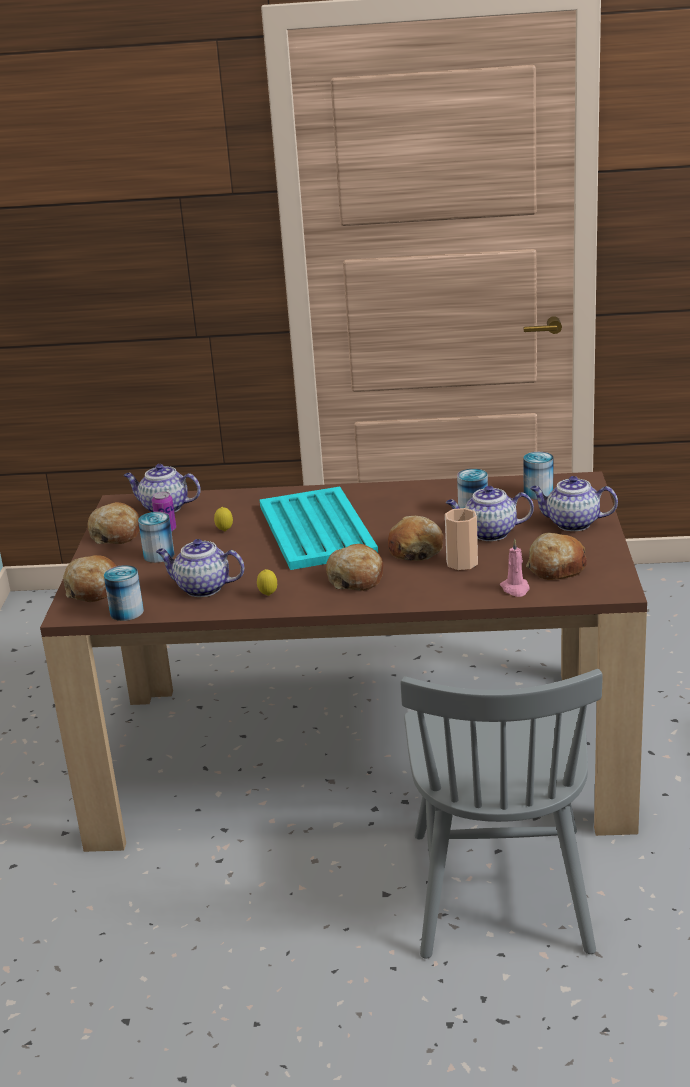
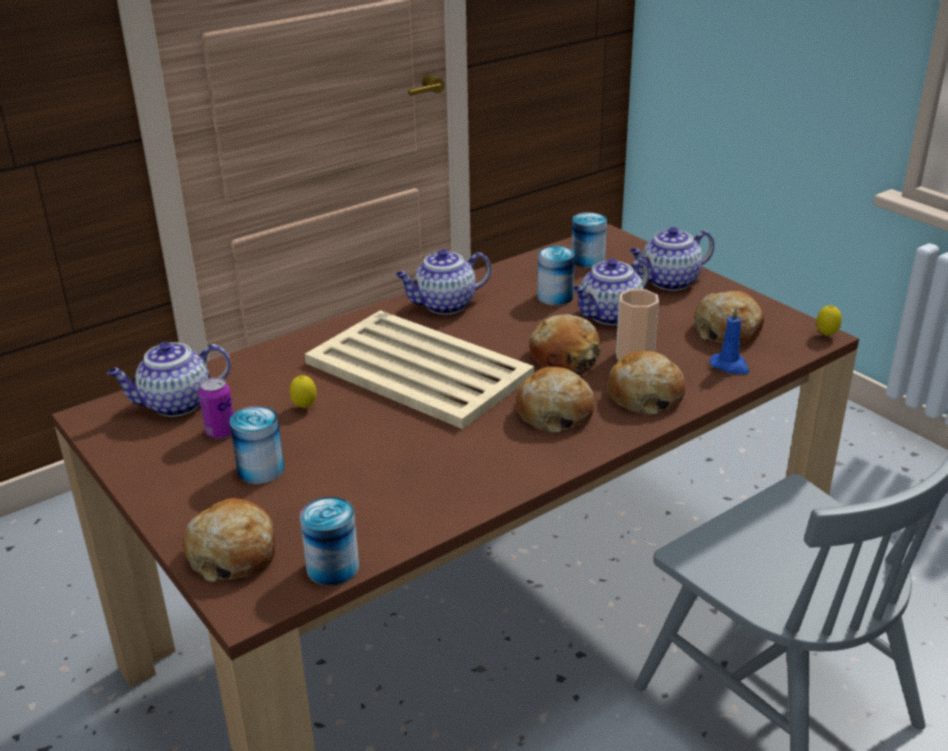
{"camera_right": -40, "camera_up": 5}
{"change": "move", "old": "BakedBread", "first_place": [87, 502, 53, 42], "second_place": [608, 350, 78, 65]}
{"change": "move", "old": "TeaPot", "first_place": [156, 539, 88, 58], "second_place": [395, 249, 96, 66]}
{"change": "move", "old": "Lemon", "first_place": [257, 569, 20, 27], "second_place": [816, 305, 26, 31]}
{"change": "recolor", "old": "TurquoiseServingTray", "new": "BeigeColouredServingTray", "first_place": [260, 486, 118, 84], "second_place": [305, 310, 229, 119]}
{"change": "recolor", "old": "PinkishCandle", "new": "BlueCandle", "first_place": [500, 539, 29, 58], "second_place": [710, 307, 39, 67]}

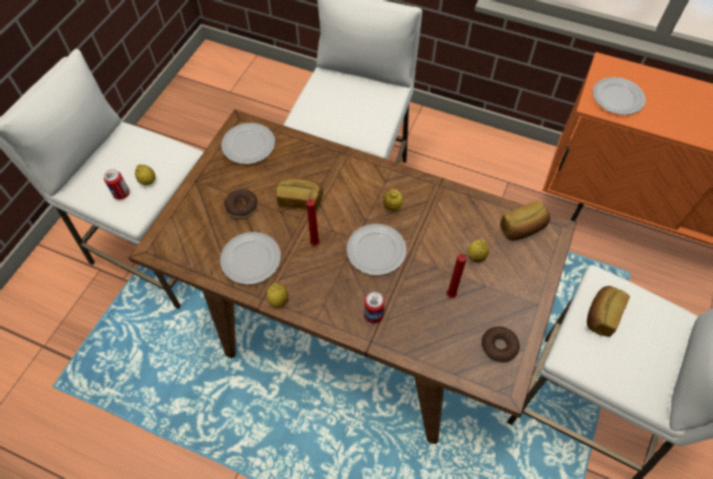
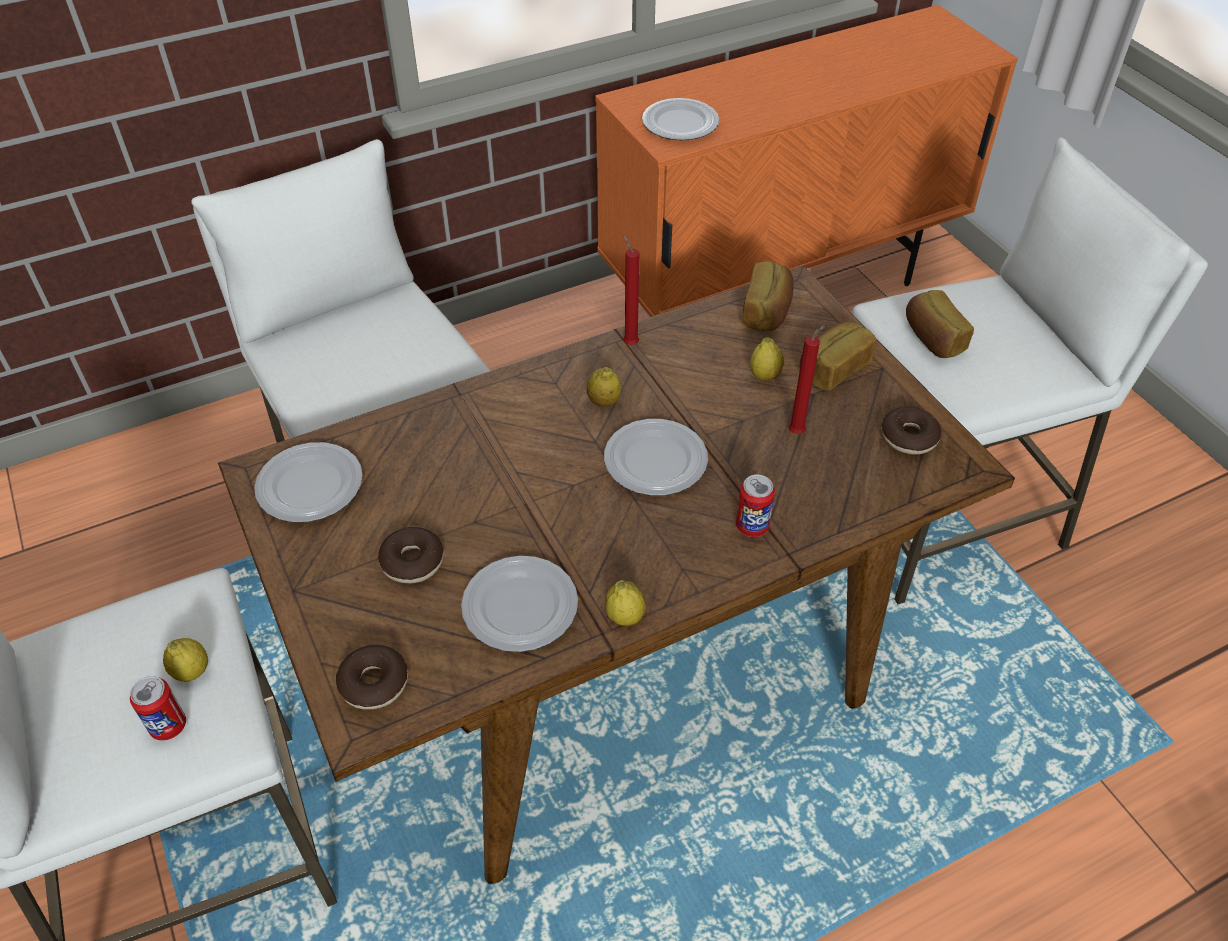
{"camera_right": -50, "camera_up": -10}
{"change": "move", "old": "BakedBread", "first_place": [276, 178, 47, 33], "second_place": [800, 321, 76, 70]}
{"change": "move", "old": "RedCandle", "first_place": [306, 190, 14, 56], "second_place": [623, 235, 16, 110]}
{"change": "insert", "new": "Donut", "second_place": [336, 645, 72, 65]}

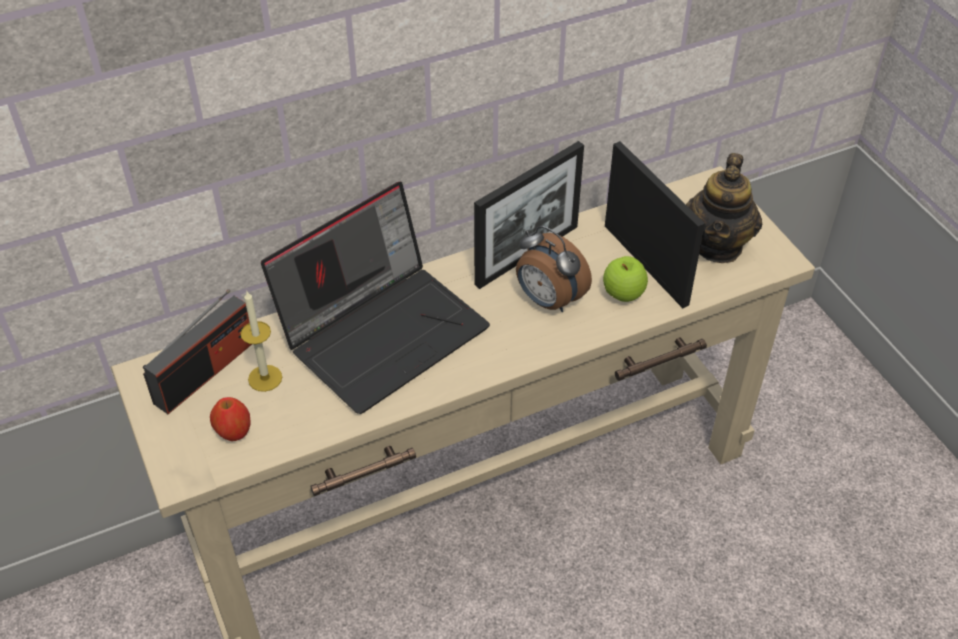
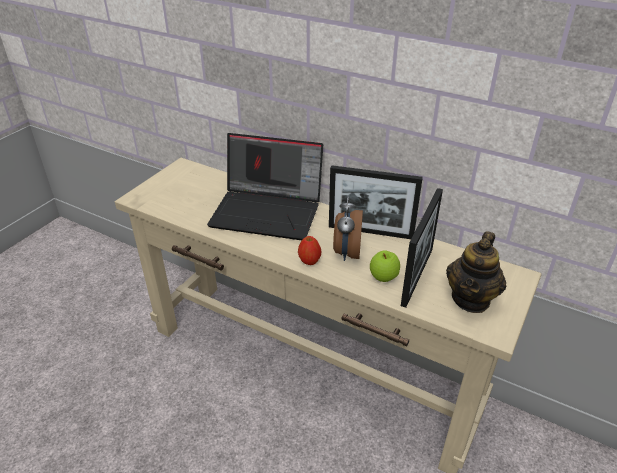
{"camera_right": 55, "camera_up": -10}
{"change": "delete", "old": "RadioReceiver", "first_place": [143, 289, 109, 125]}
{"change": "move", "old": "WholeApple", "first_place": [210, 397, 41, 44], "second_place": [298, 236, 23, 29]}
{"change": "delete", "old": "Candle", "first_place": [240, 291, 42, 101]}
{"change": "rotate", "old": "TeaPot", "first_place": [686, 153, 77, 110], "second_place": [446, 231, 61, 82], "degrees": -45}

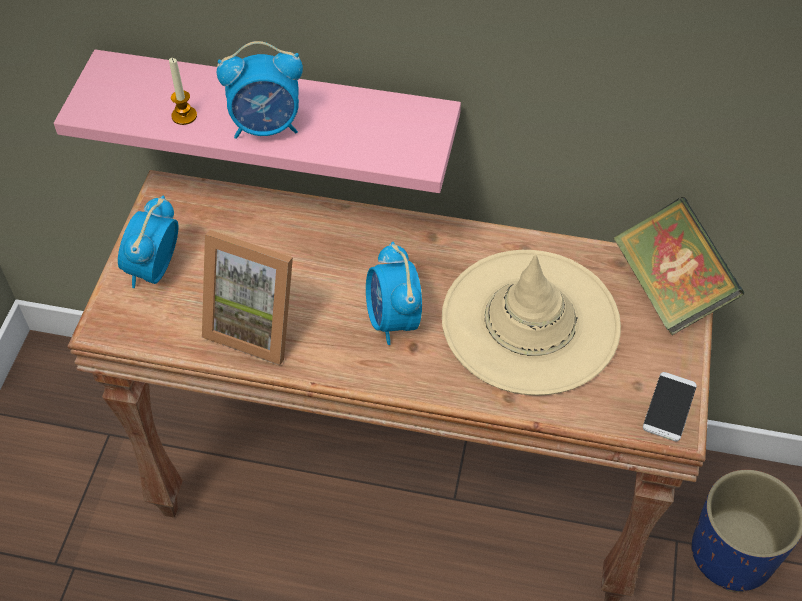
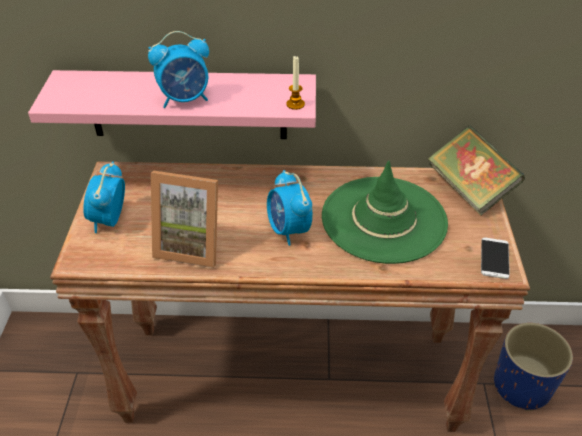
{"camera_right": -10, "camera_up": -10}
{"change": "move", "old": "Candle", "first_place": [169, 58, 28, 67], "second_place": [286, 56, 19, 54]}
{"change": "recolor", "old": "BeigeColouredClothingHat", "new": "GreenishClothingHat", "first_place": [442, 250, 179, 146], "second_place": [322, 161, 126, 103]}

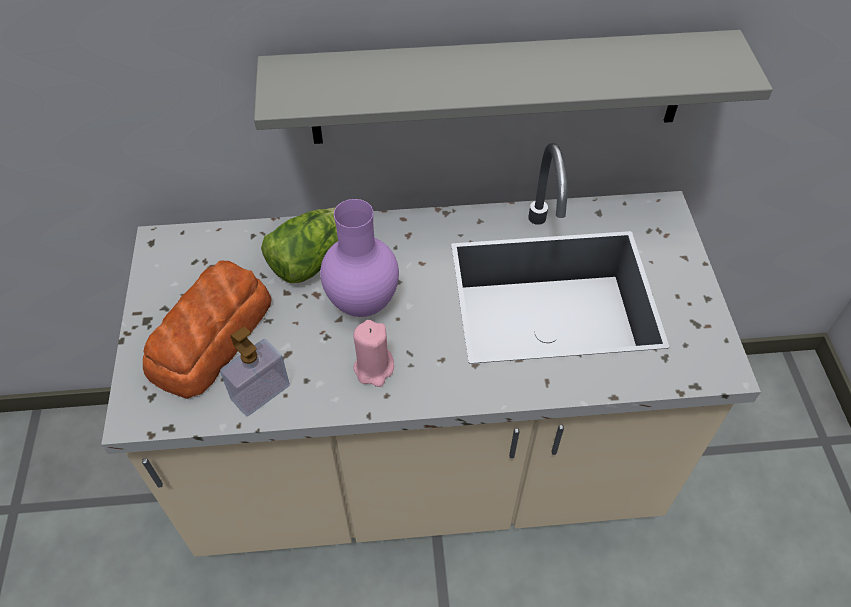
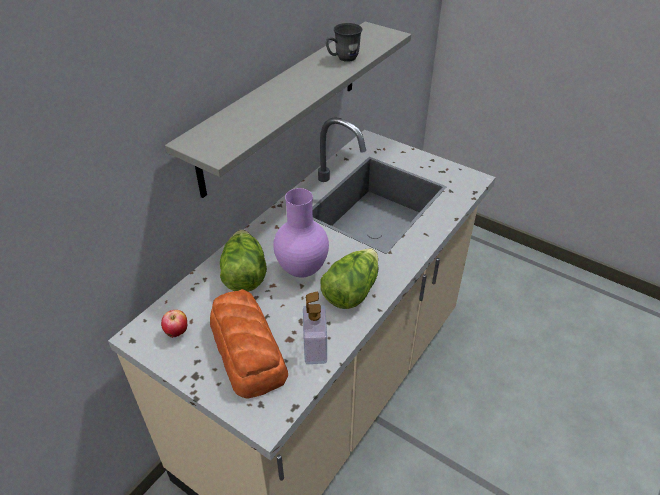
{"camera_right": -50, "camera_up": -10}
{"change": "replace", "old": "PinkishCandle", "new": "LettuceHead", "first_place": [353, 320, 41, 67], "second_place": [321, 248, 57, 61]}
{"change": "insert", "new": "WholeApple", "second_place": [161, 310, 26, 28]}
{"change": "insert", "new": "GrayCoffeeMug", "second_place": [326, 23, 36, 39]}

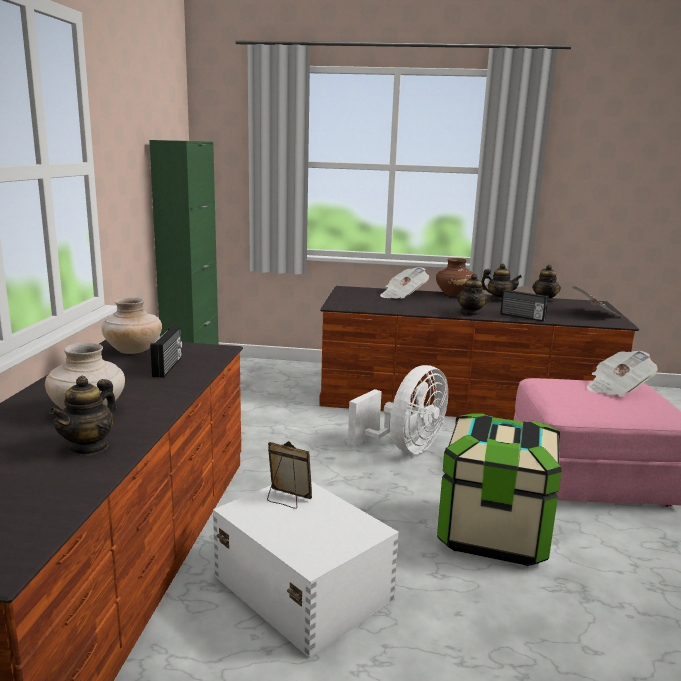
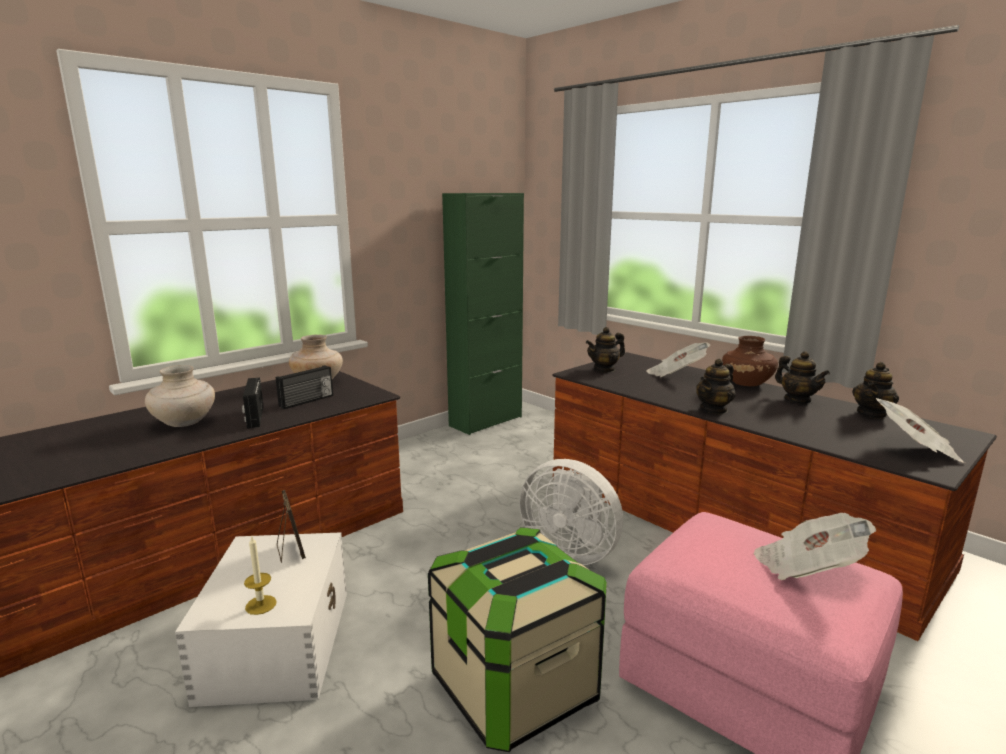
{"camera_right": 40, "camera_up": 0}
{"change": "move", "old": "TeaPot", "first_place": [49, 376, 68, 80], "second_place": [586, 327, 39, 46]}
{"change": "rotate", "old": "WhiteCoolingFan", "first_place": [348, 365, 100, 89], "second_place": [519, 459, 104, 106], "degrees": 45}
{"change": "move", "old": "RadioReceiver", "first_place": [500, 289, 48, 32], "second_place": [242, 378, 22, 51]}
{"change": "insert", "new": "Candle", "second_place": [244, 537, 33, 78]}

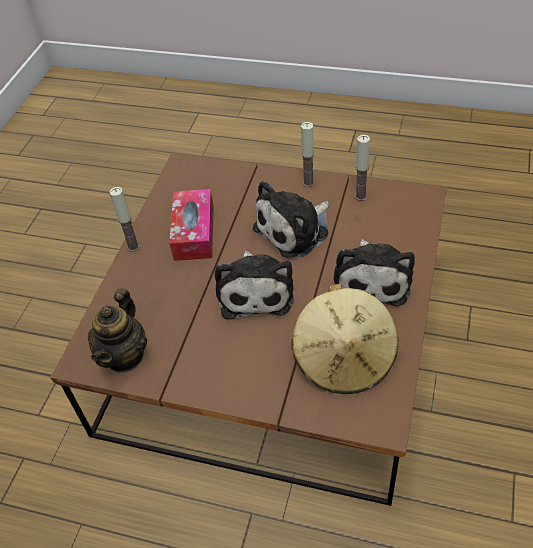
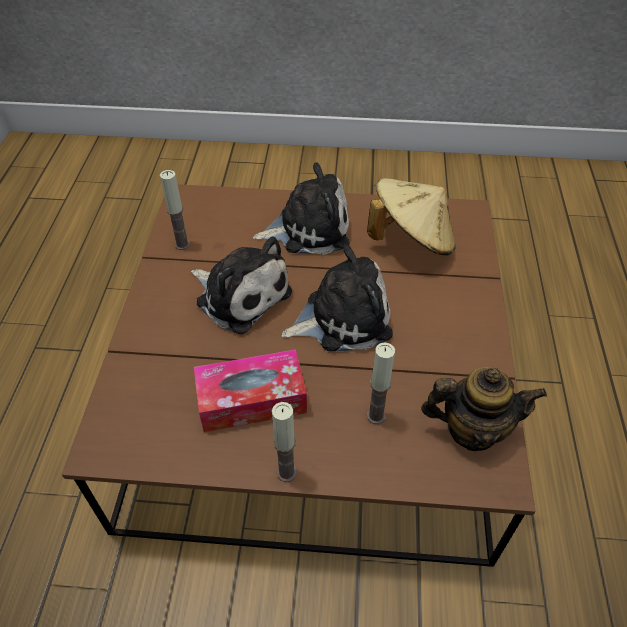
{"camera_right": -105, "camera_up": 0}
{"change": "move", "old": "Candle", "first_place": [301, 122, 14, 65], "second_place": [367, 343, 28, 81]}

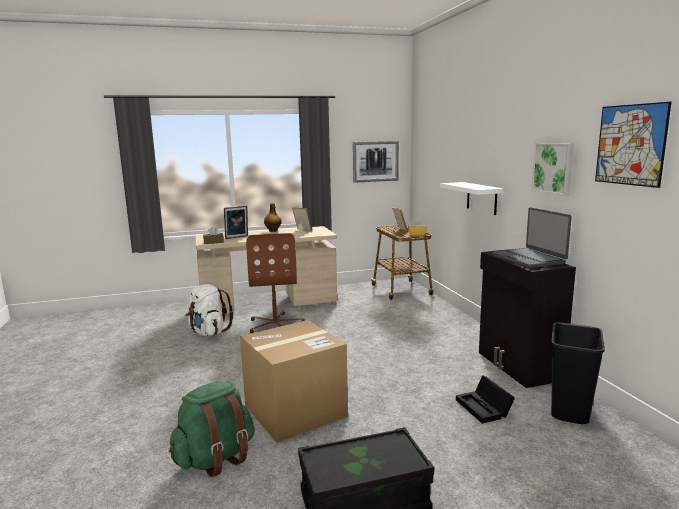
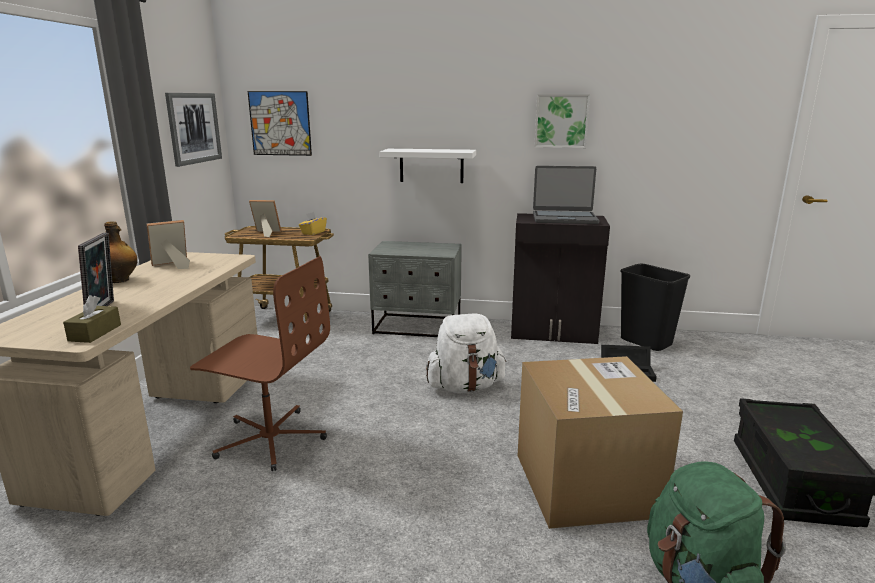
{"camera_right": -65, "camera_up": 5}
{"change": "move", "old": "WhiteRucksack", "first_place": [186, 284, 47, 52], "second_place": [426, 314, 81, 79]}
{"change": "move", "old": "WallArt", "first_place": [595, 102, 76, 86], "second_place": [248, 91, 64, 65]}
{"change": "insert", "new": "GrayBedsideTable", "second_place": [368, 241, 94, 96]}

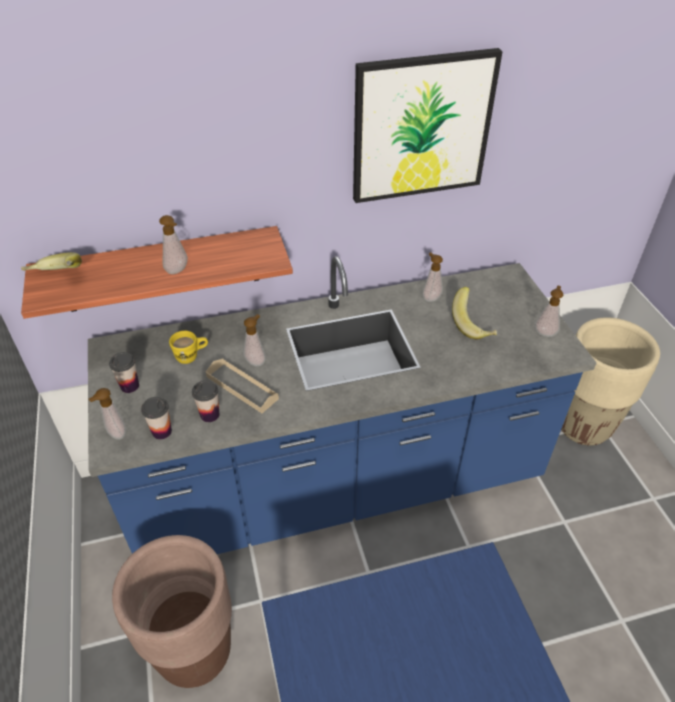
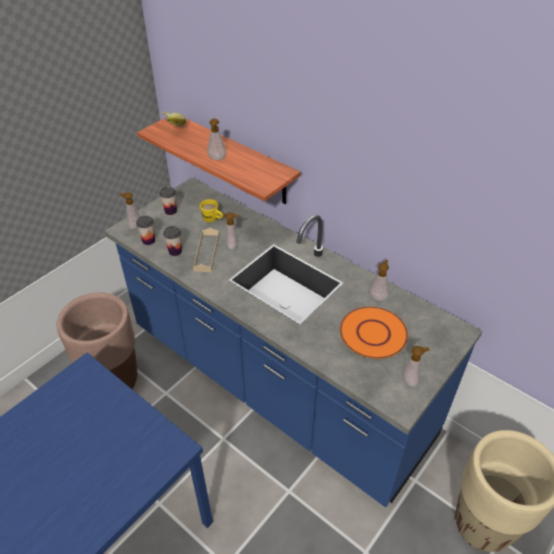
{"camera_right": 55, "camera_up": 0}
{"change": "delete", "old": "WallArt", "first_place": [353, 48, 150, 155]}
{"change": "replace", "old": "WholeBanana", "new": "OrangeColouredFlatDish", "first_place": [452, 287, 45, 53], "second_place": [340, 307, 68, 52]}

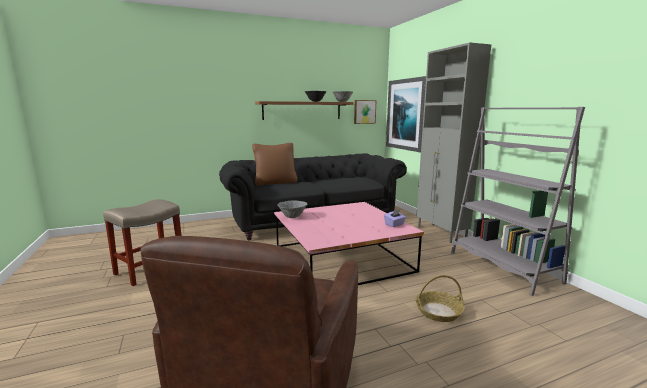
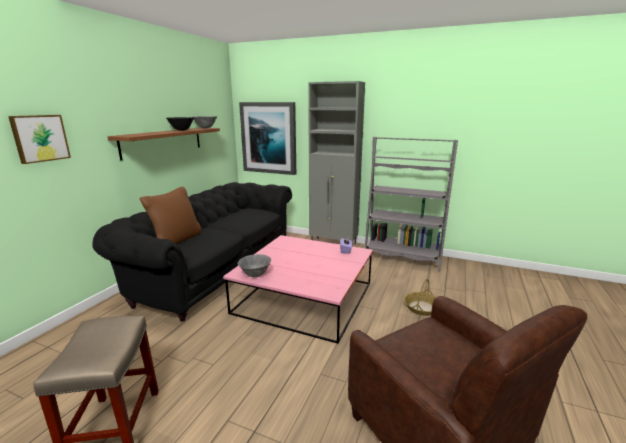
{"camera_right": -45, "camera_up": 5}
{"change": "move", "old": "WallArt", "first_place": [354, 100, 22, 24], "second_place": [8, 115, 63, 49]}

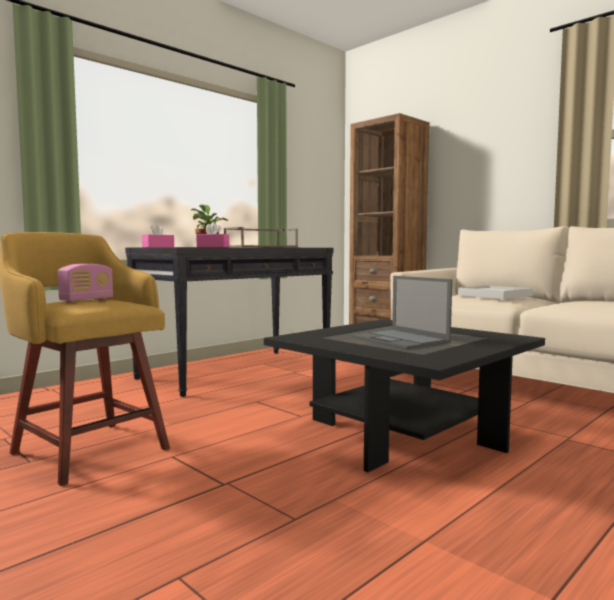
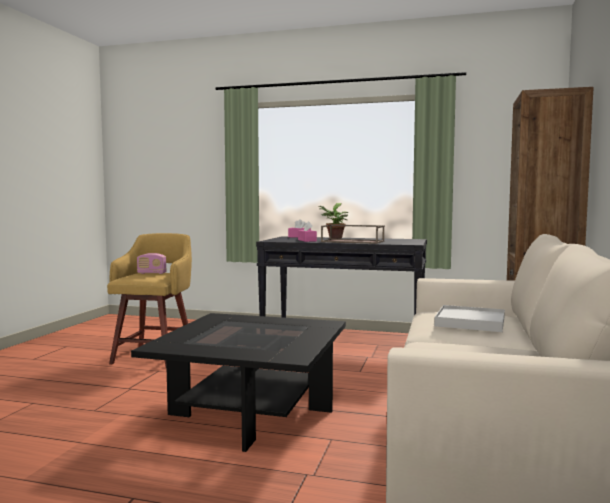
{"camera_right": 60, "camera_up": 0}
{"change": "delete", "old": "PortableComputer", "first_place": [352, 276, 100, 73]}

